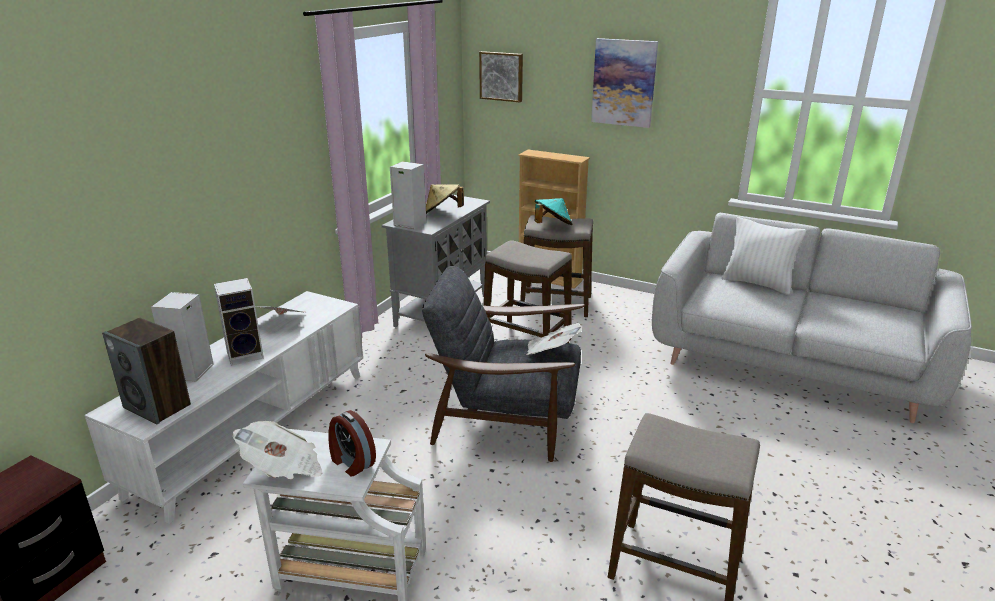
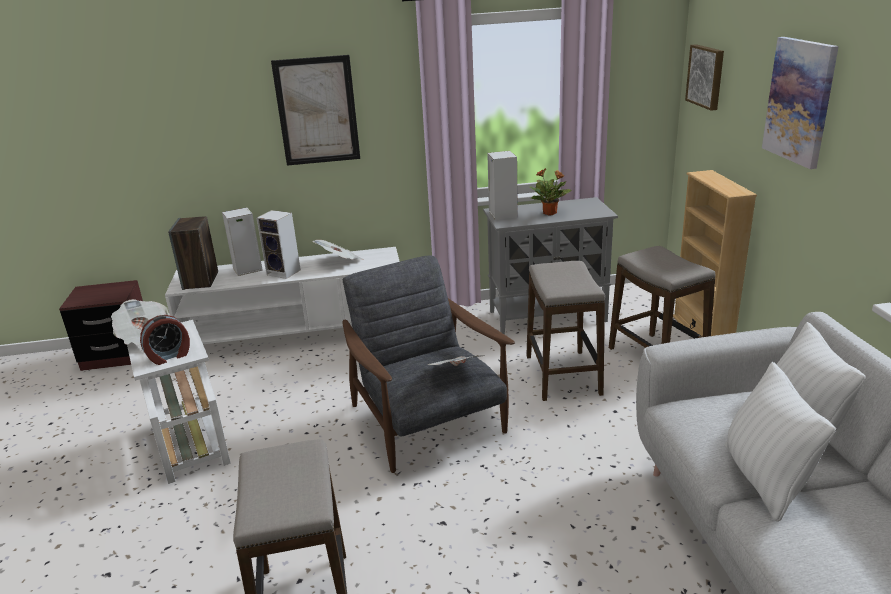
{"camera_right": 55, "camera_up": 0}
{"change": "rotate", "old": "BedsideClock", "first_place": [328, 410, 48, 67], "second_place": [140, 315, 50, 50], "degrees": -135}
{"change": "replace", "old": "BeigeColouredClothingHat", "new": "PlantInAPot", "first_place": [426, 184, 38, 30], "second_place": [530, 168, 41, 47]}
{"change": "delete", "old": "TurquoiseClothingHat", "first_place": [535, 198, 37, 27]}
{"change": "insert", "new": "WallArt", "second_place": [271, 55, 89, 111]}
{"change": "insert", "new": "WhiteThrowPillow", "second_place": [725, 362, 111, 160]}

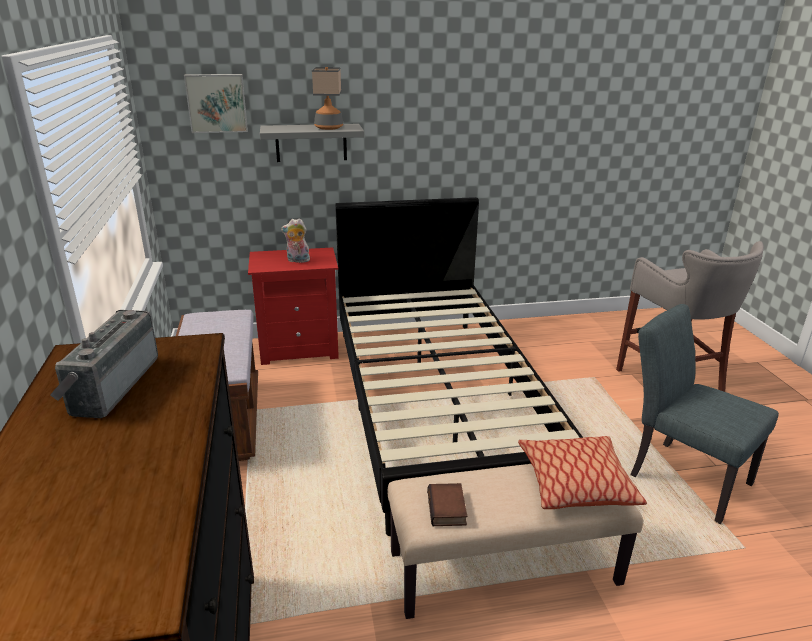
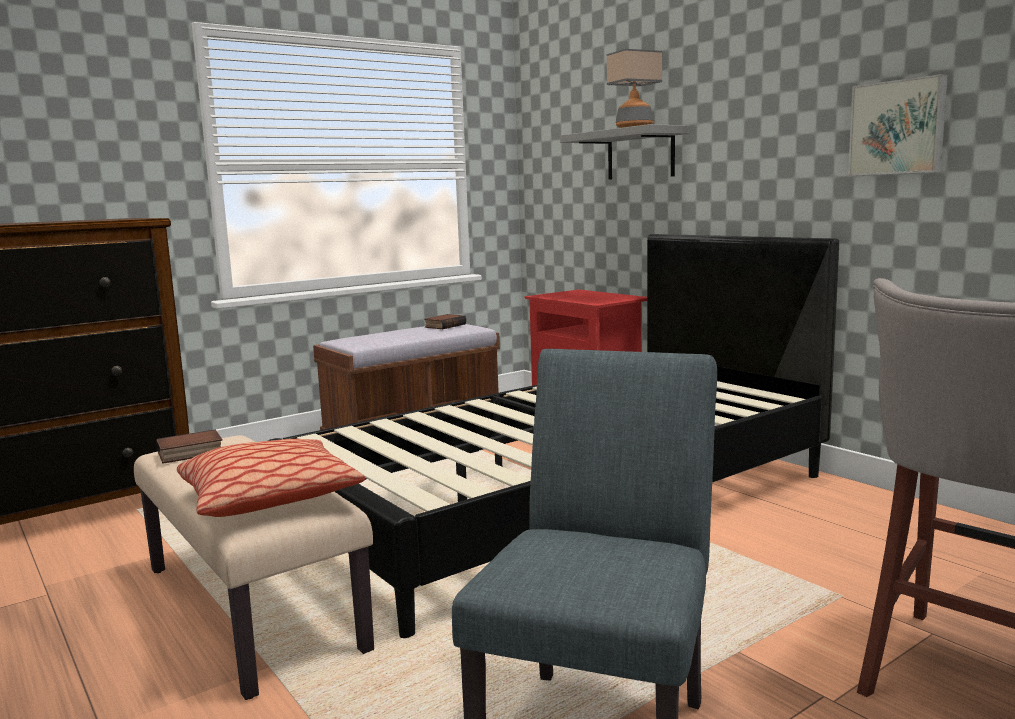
{"camera_right": 65, "camera_up": -15}
{"change": "delete", "old": "RadioReceiver", "first_place": [50, 310, 108, 108]}
{"change": "move", "old": "WallArt", "first_place": [184, 74, 64, 59], "second_place": [848, 74, 100, 102]}
{"change": "delete", "old": "PlushToy", "first_place": [281, 218, 29, 45]}
{"change": "insert", "new": "Volume", "second_place": [424, 314, 42, 15]}

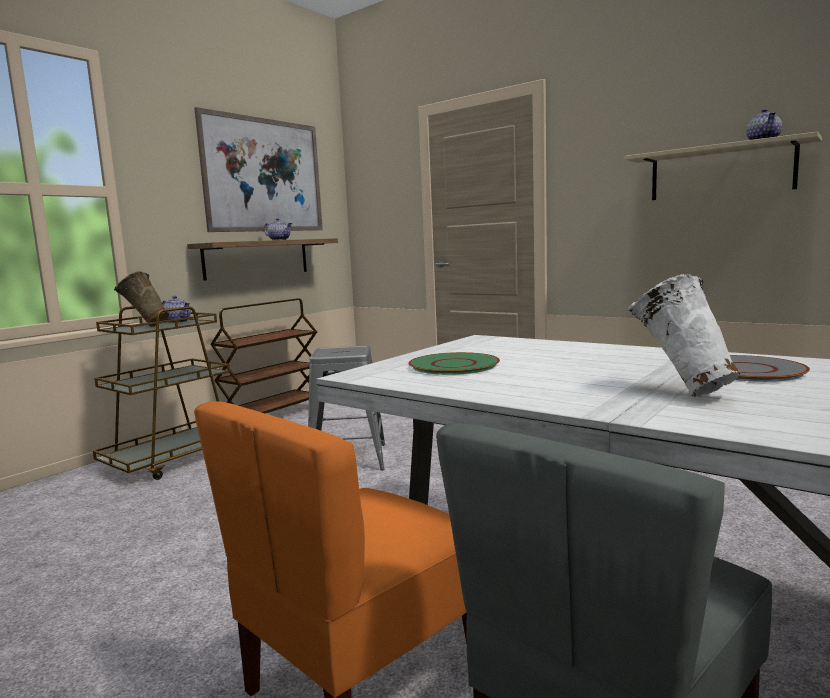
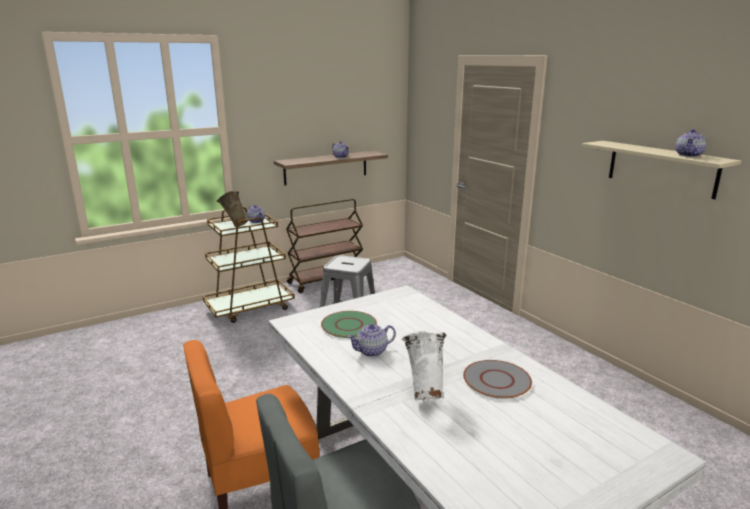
{"camera_right": 20, "camera_up": 10}
{"change": "delete", "old": "WallArt", "first_place": [194, 107, 129, 125]}
{"change": "insert", "new": "TeaPot", "second_place": [347, 324, 49, 33]}

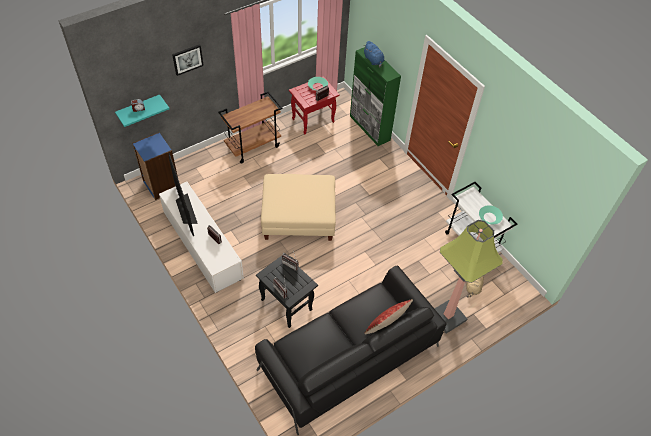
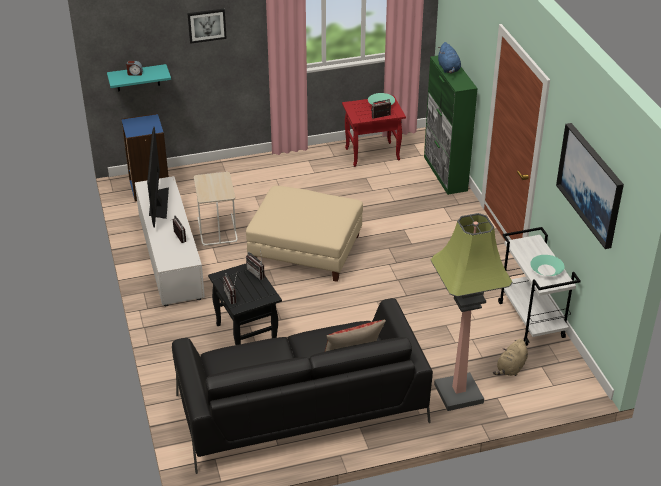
{"camera_right": 20, "camera_up": -15}
{"change": "delete", "old": "BrownCart", "first_place": [218, 91, 65, 73]}
{"change": "insert", "new": "BeigeColouredSideTable", "second_place": [194, 172, 44, 74]}
{"change": "insert", "new": "WallArt", "second_place": [556, 123, 68, 126]}

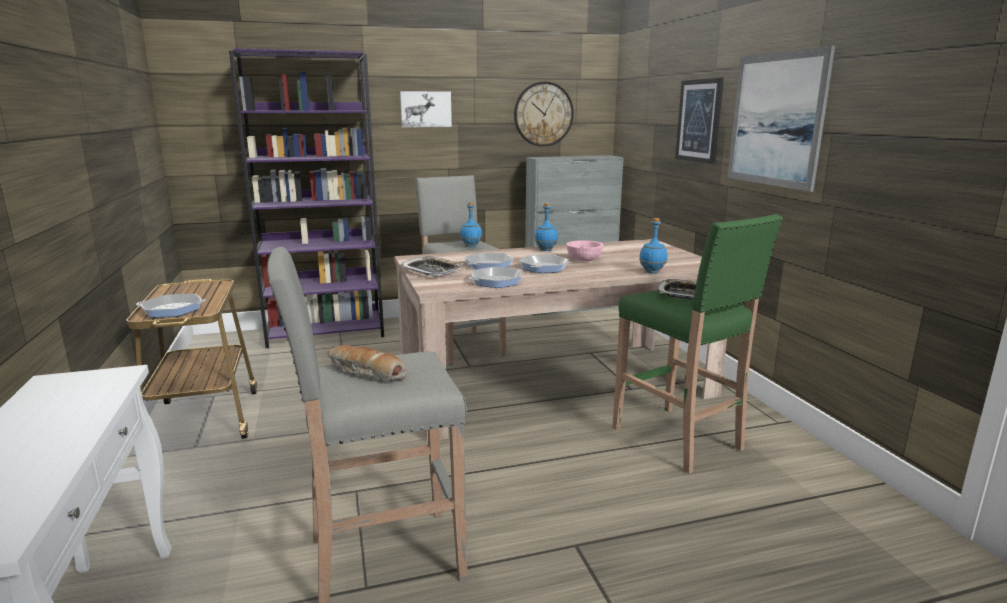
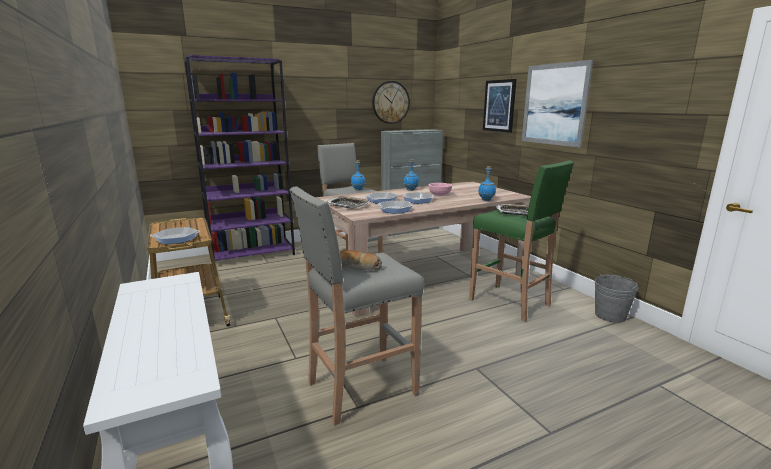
{"camera_right": -10, "camera_up": 0}
{"change": "delete", "old": "WallArt", "first_place": [400, 91, 52, 36]}
{"change": "insert", "new": "GrayBucket", "second_place": [595, 274, 44, 49]}

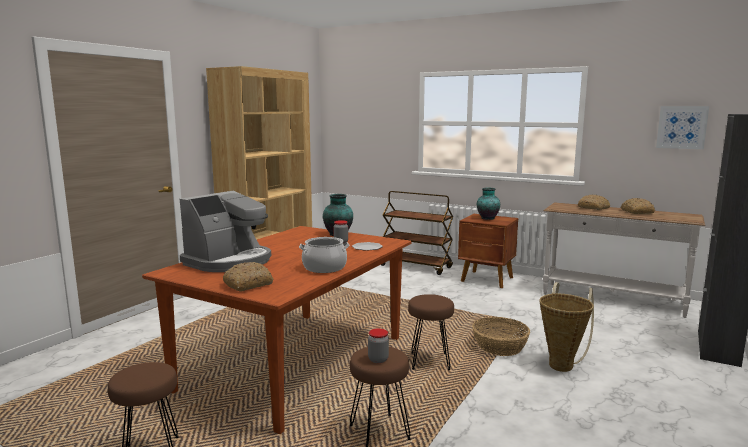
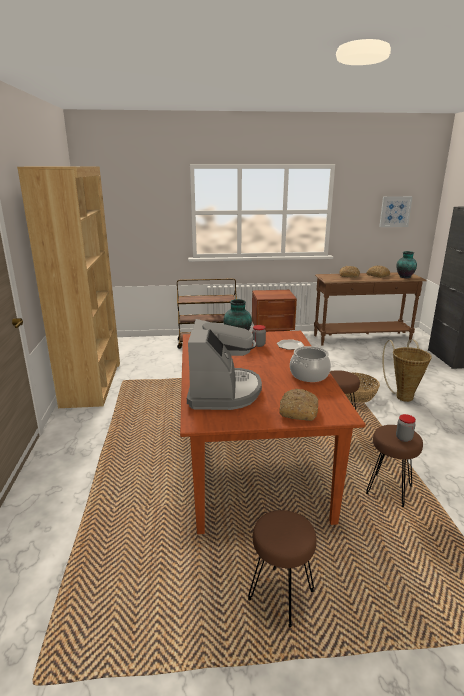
{"camera_right": -35, "camera_up": 10}
{"change": "move", "old": "DecorativeVase", "first_place": [477, 188, 23, 32], "second_place": [397, 251, 20, 27]}
{"change": "recolor", "old": "WhiteNarrowTable", "new": "BrownNarrowTable", "first_place": [543, 202, 162, 116], "second_place": [314, 272, 113, 74]}

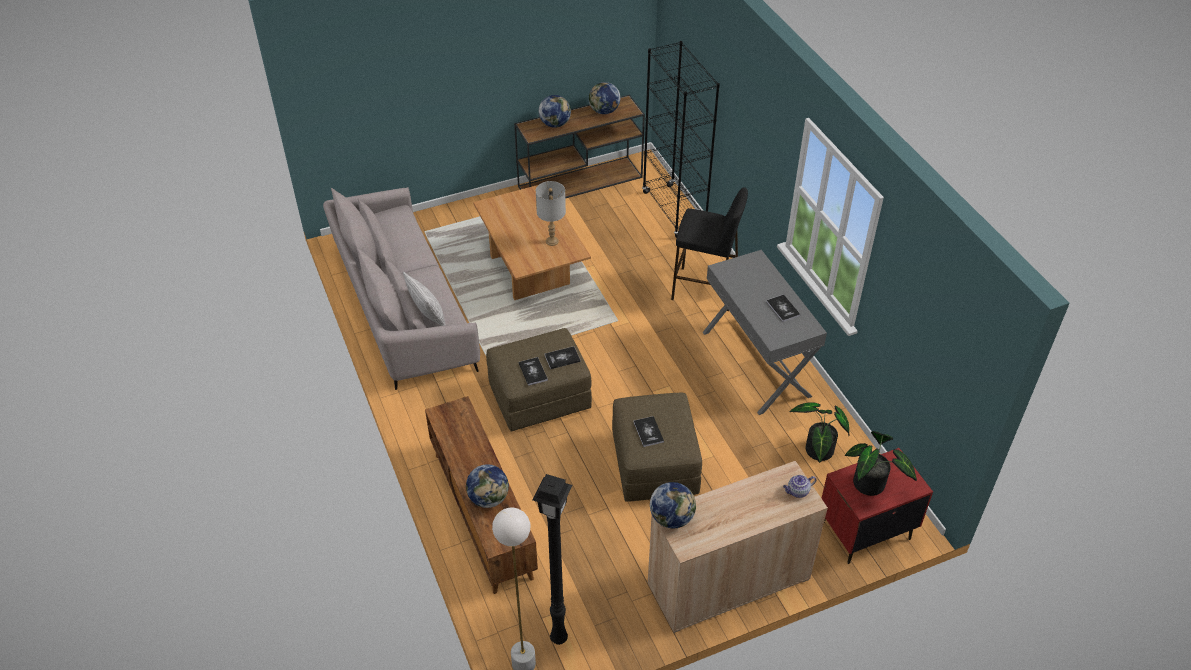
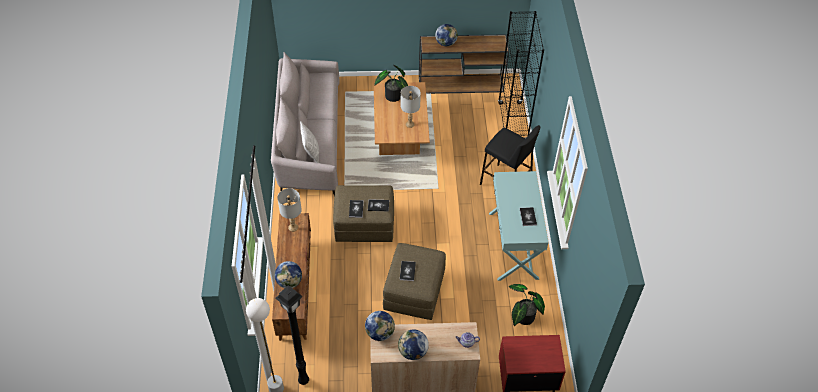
{"camera_right": 20, "camera_up": 5}
{"change": "move", "old": "Globe", "first_place": [589, 82, 31, 32], "second_place": [398, 330, 31, 30]}
{"change": "recolor", "old": "GrayNarrowTable", "new": "TurquoiseNarrowTable", "first_place": [702, 250, 125, 165], "second_place": [489, 171, 60, 110]}
{"change": "move", "old": "PlantInAPot", "first_place": [845, 431, 72, 65], "second_place": [374, 65, 34, 37]}
{"change": "insert", "new": "GrayTableLamp", "second_place": [277, 188, 25, 44]}

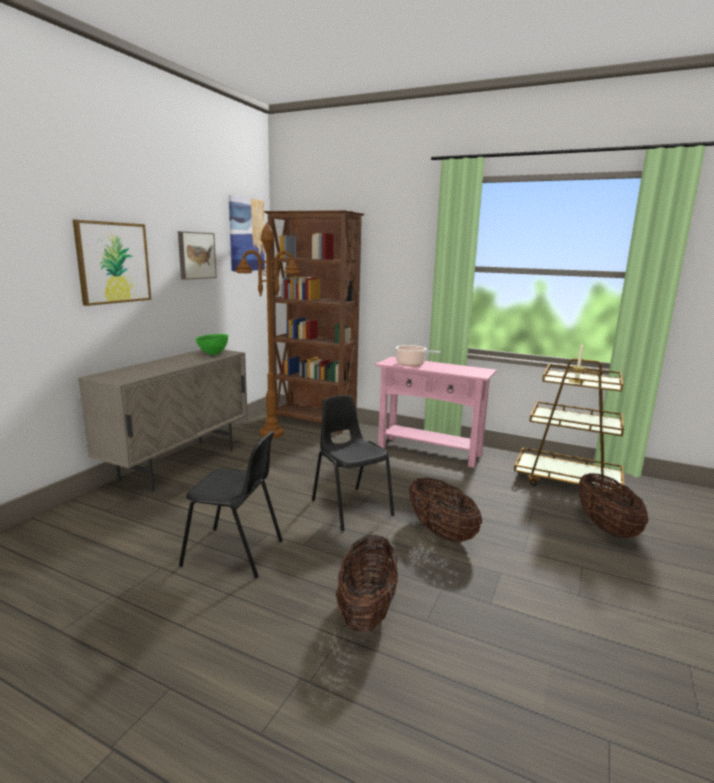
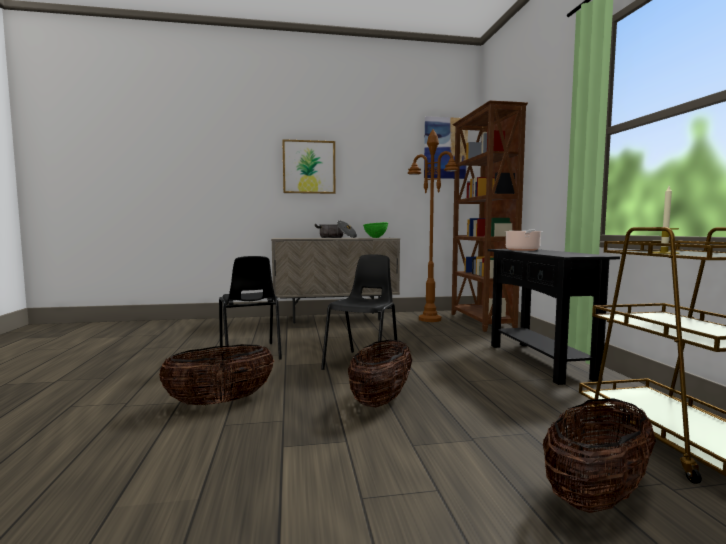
{"camera_right": 55, "camera_up": -10}
{"change": "delete", "old": "WallArt", "first_place": [178, 231, 39, 49]}
{"change": "recolor", "old": "PinkishNarrowTable", "new": "BlackColouredNarrowTable", "first_place": [375, 357, 122, 111], "second_place": [488, 249, 132, 136]}
{"change": "insert", "new": "Stockpot", "second_place": [315, 220, 42, 18]}

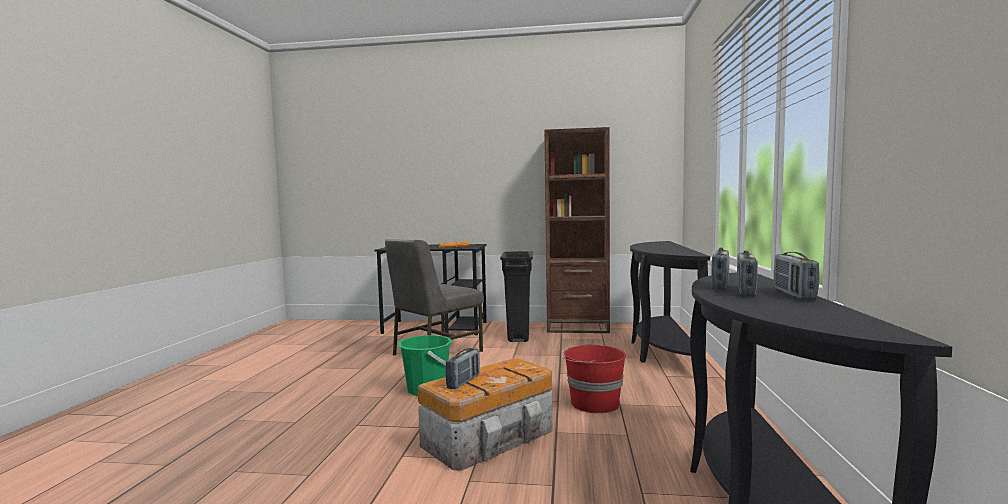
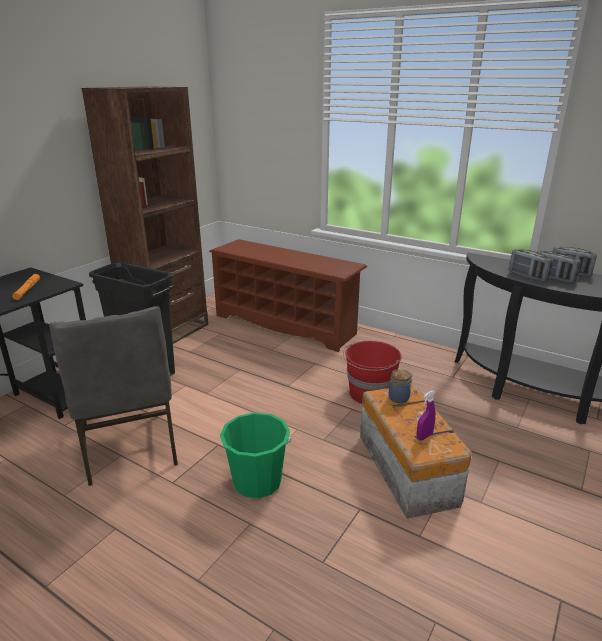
{"camera_right": -65, "camera_up": 20}
{"change": "replace", "old": "RadioReceiver", "new": "PurpleColouredSprayBottle", "first_place": [445, 348, 35, 41], "second_place": [417, 390, 19, 51]}
{"change": "replace", "old": "BlackColouredNarrowTable", "new": "BrownShoeShelf", "first_place": [630, 241, 80, 122], "second_place": [209, 239, 158, 113]}
{"change": "insert", "new": "StorageJar", "second_place": [389, 369, 24, 34]}

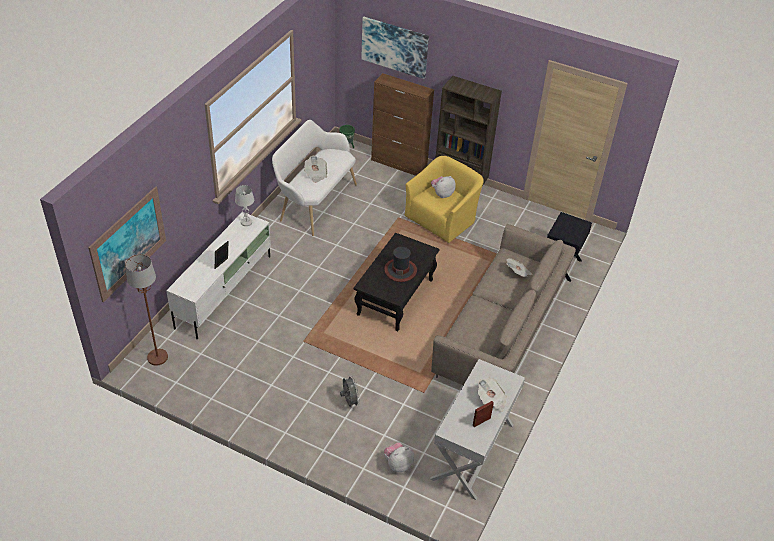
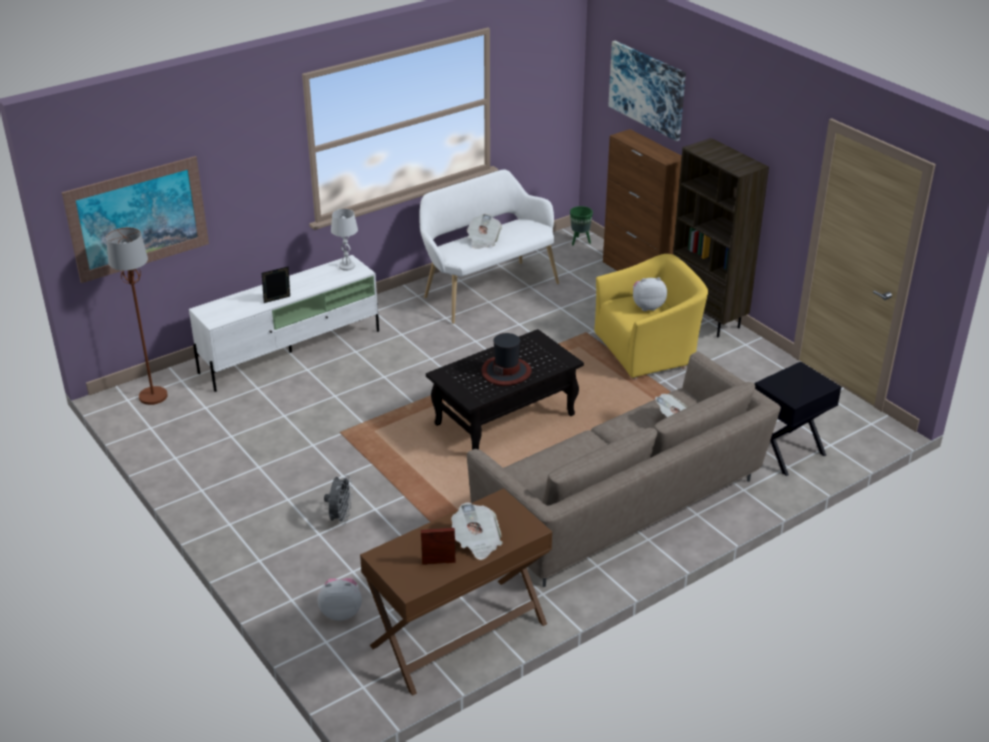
{"camera_right": 30, "camera_up": -10}
{"change": "recolor", "old": "WhiteNarrowTable", "new": "BrownNarrowTable", "first_place": [430, 359, 95, 141], "second_place": [360, 488, 192, 208]}

